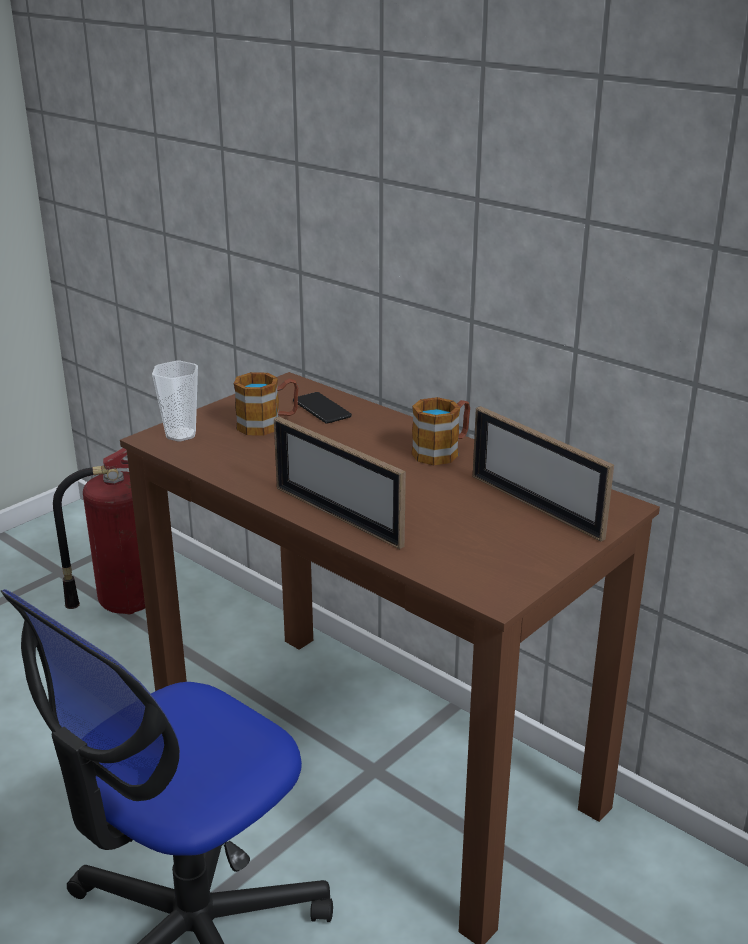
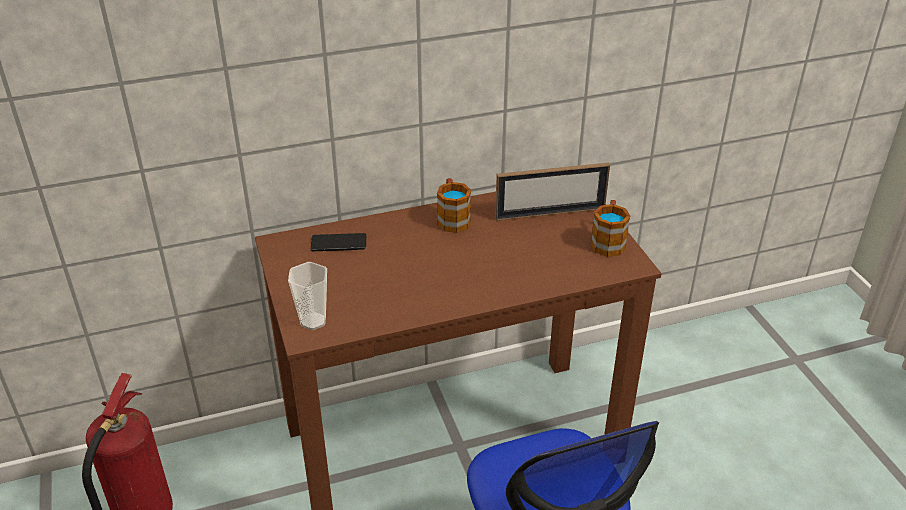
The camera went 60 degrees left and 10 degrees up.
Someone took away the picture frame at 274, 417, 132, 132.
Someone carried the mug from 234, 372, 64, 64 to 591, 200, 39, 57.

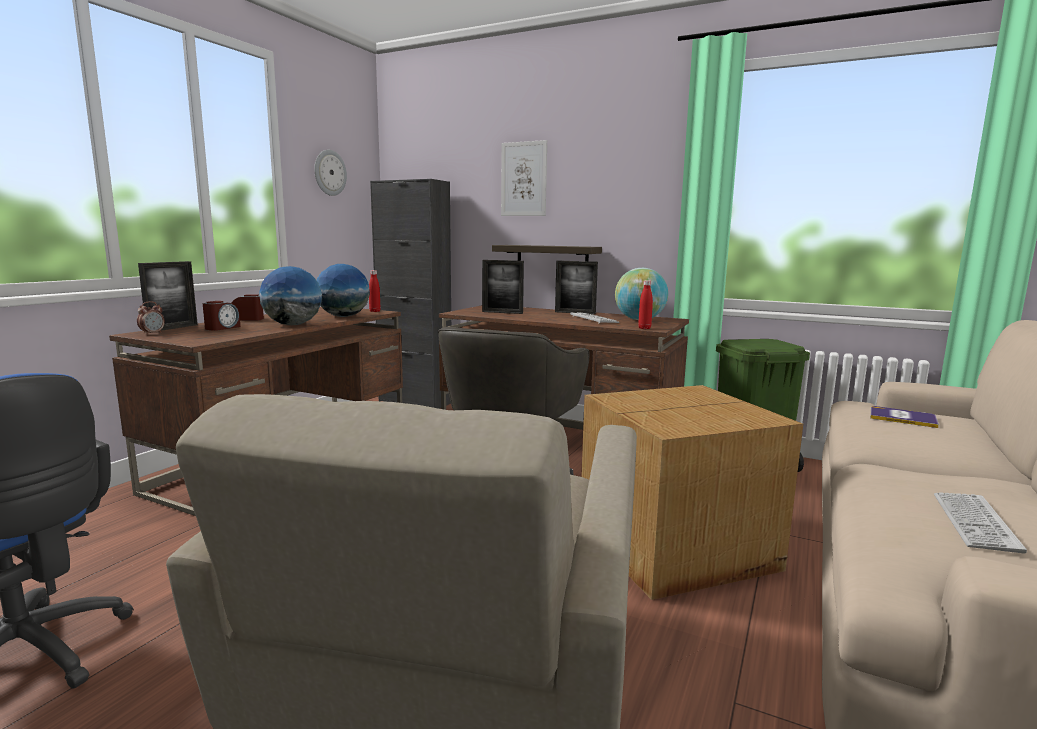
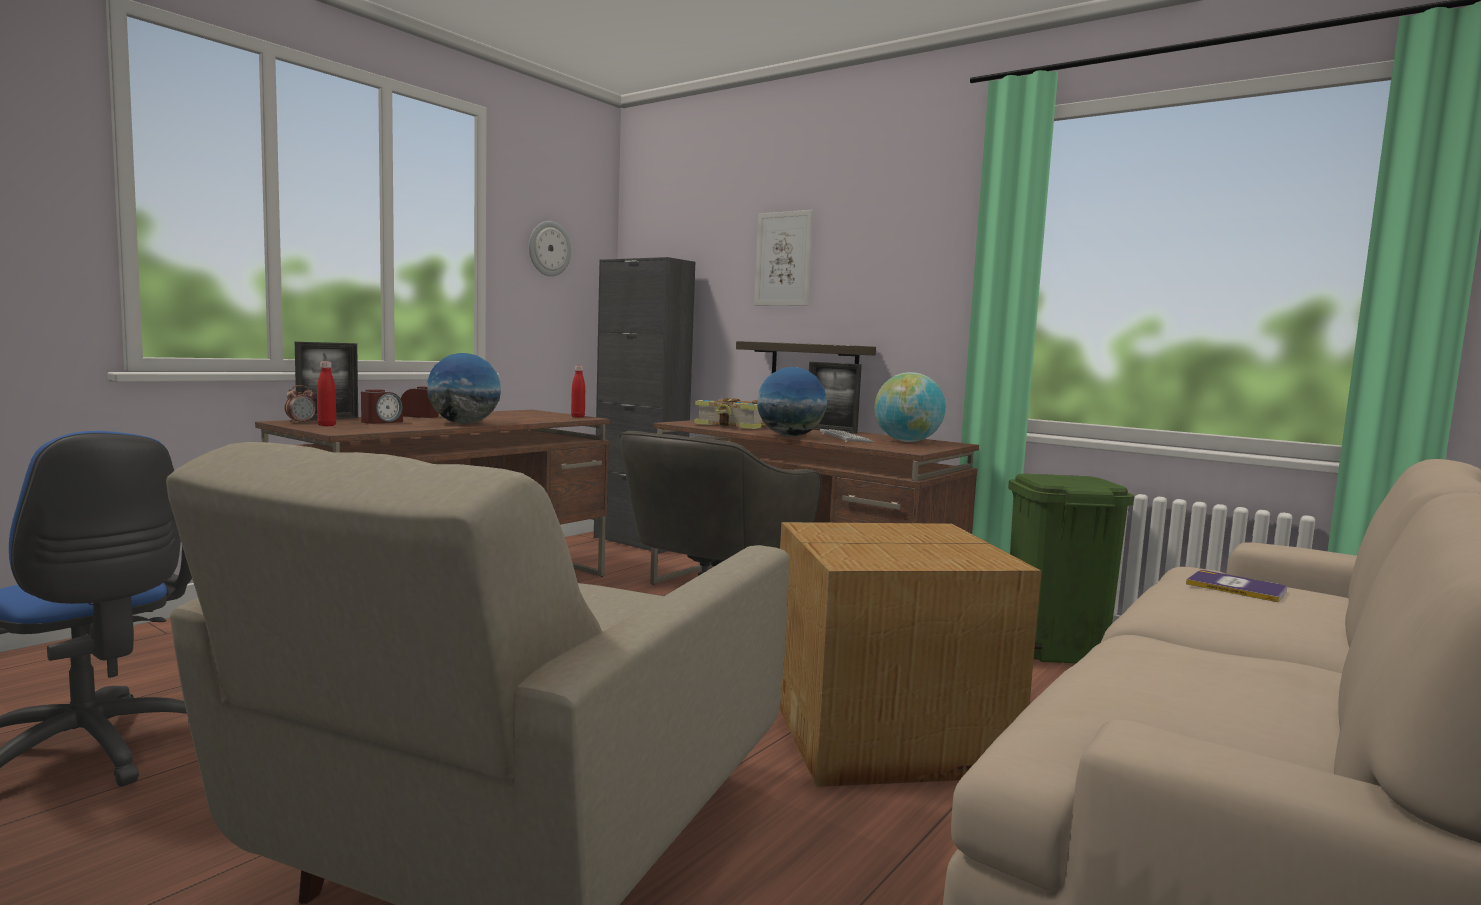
The camera went 10 degrees right and 5 degrees down.
Someone took away the keyboard at 934, 492, 93, 62.
Someone carried the globe from 317, 264, 53, 53 to 757, 367, 70, 70.
Someone carried the bottle (red) from 638, 280, 15, 49 to 317, 362, 19, 64.
Someone swapped the picture frame at 482, 260, 42, 54 for the book at 694, 398, 73, 31.

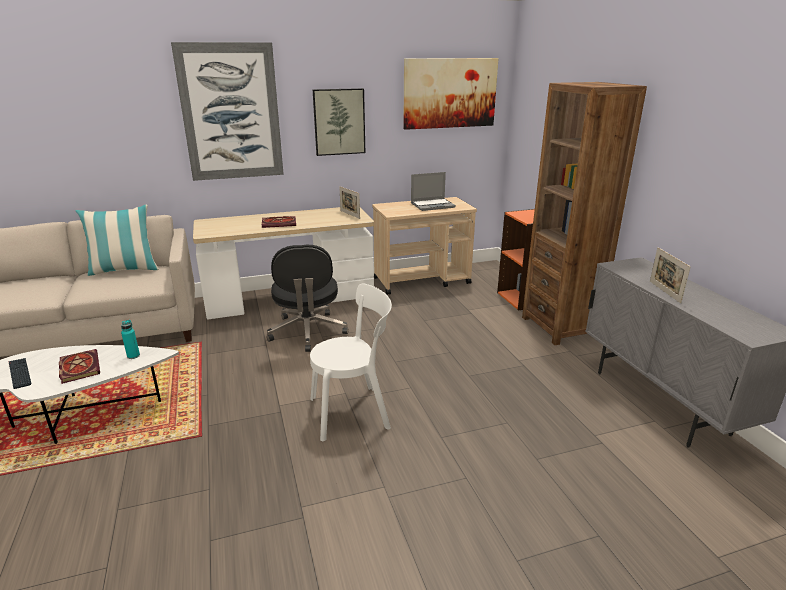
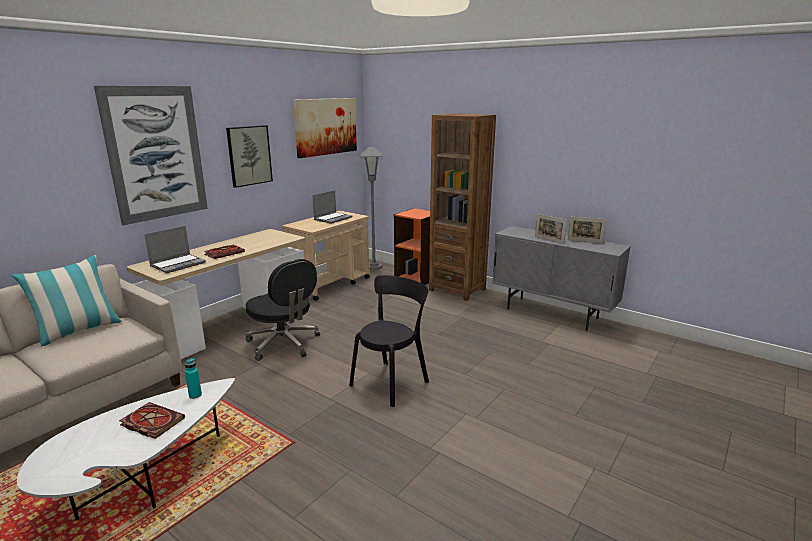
The camera went 35 degrees left and 5 degrees down.
Someone took away the keyboard at 9, 358, 22, 31.
Someone put down the laptop at 144, 226, 62, 47.
Someone put down the floor lamp (grey) at 360, 147, 23, 123.
Someone carried the picture frame from 339, 186, 21, 33 to 568, 217, 39, 26.
Someone repainted the chair (white) at 310, 284, 82, 157, which became the chair (black) at 349, 275, 80, 132.

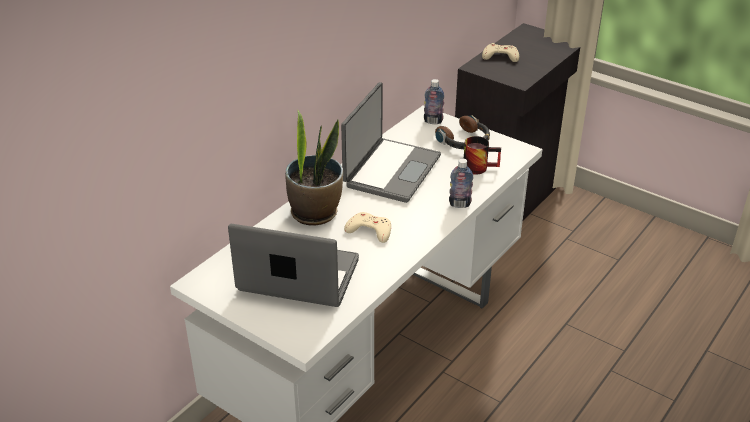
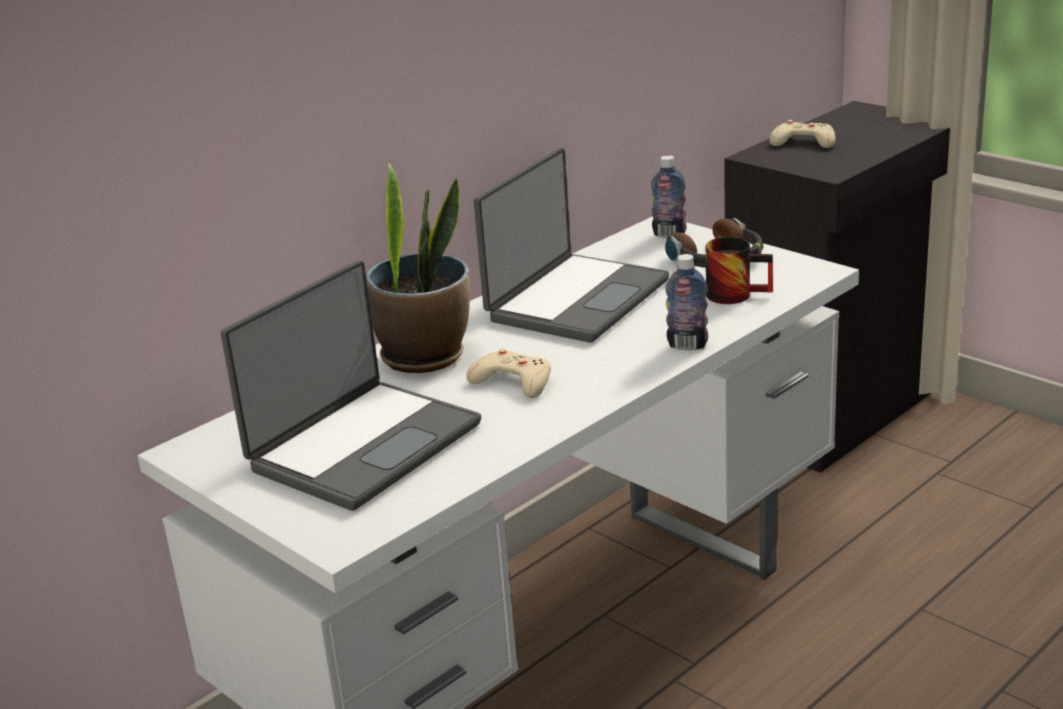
The camera went 10 degrees right and 10 degrees down.
Someone rotated the laptop at 228, 224, 131, 83 by 105 degrees clockwise.

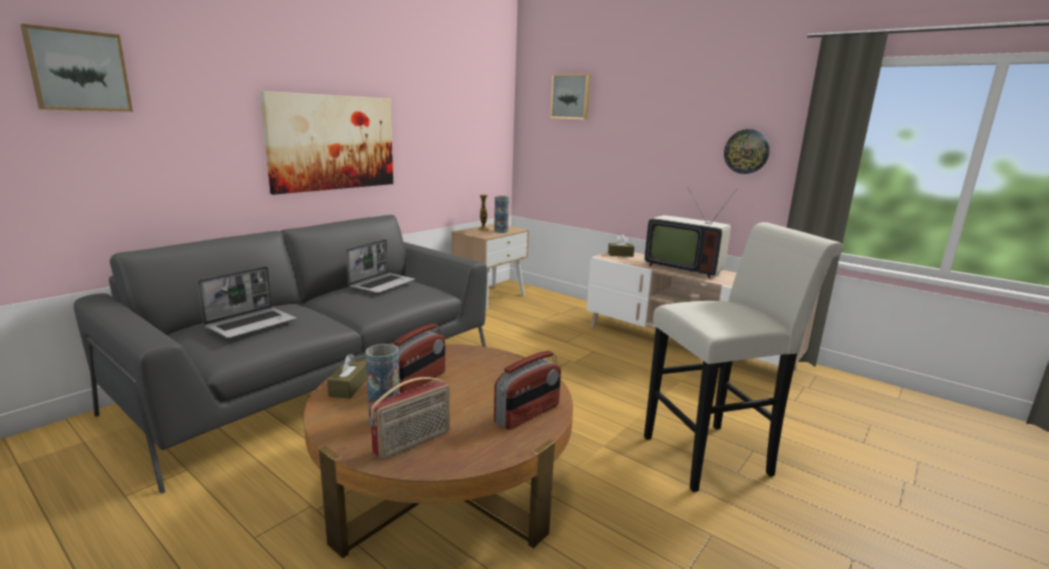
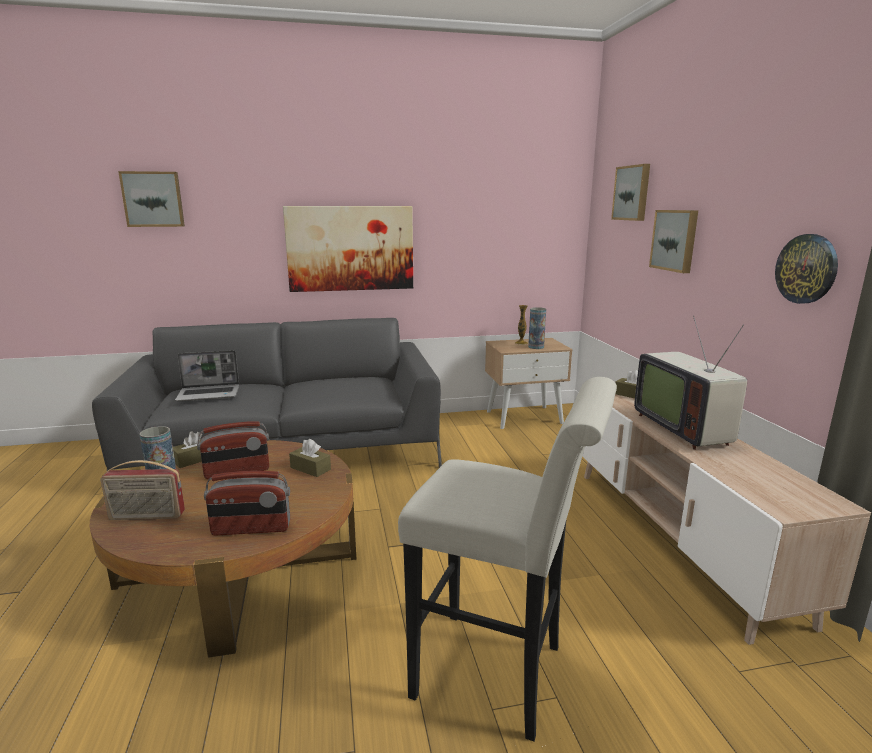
The camera went 40 degrees right and 0 degrees up.
Someone took away the laptop at 346, 239, 69, 55.
Someone put down the tissue box (brown) at 289, 439, 42, 38.
Someone put up the picture at 649, 210, 49, 63.

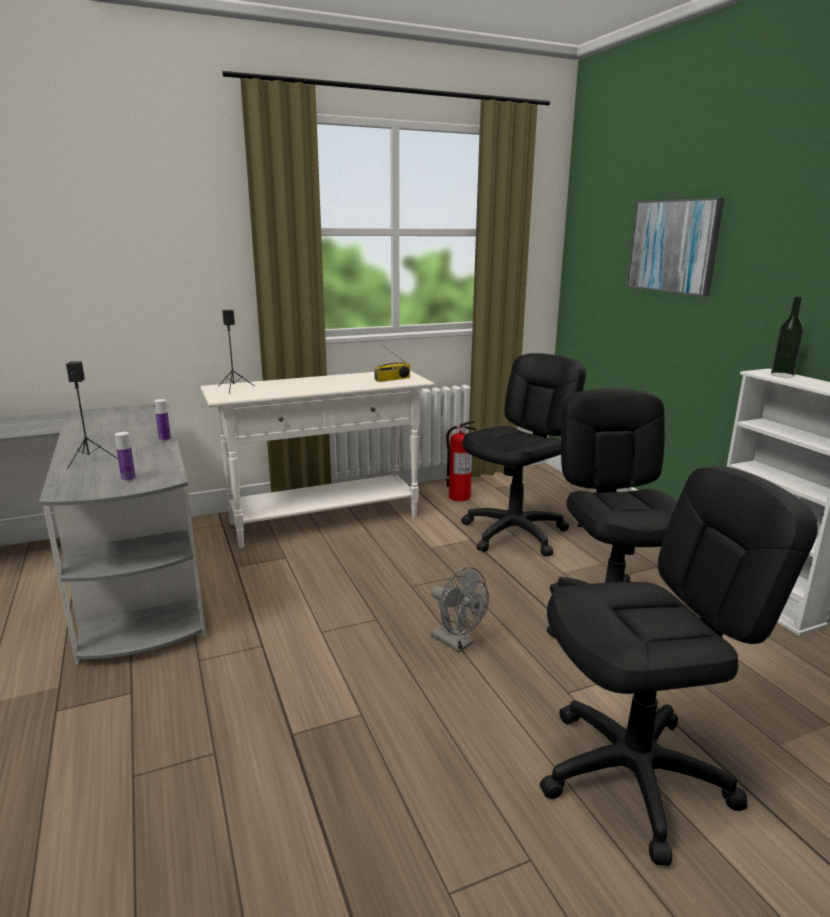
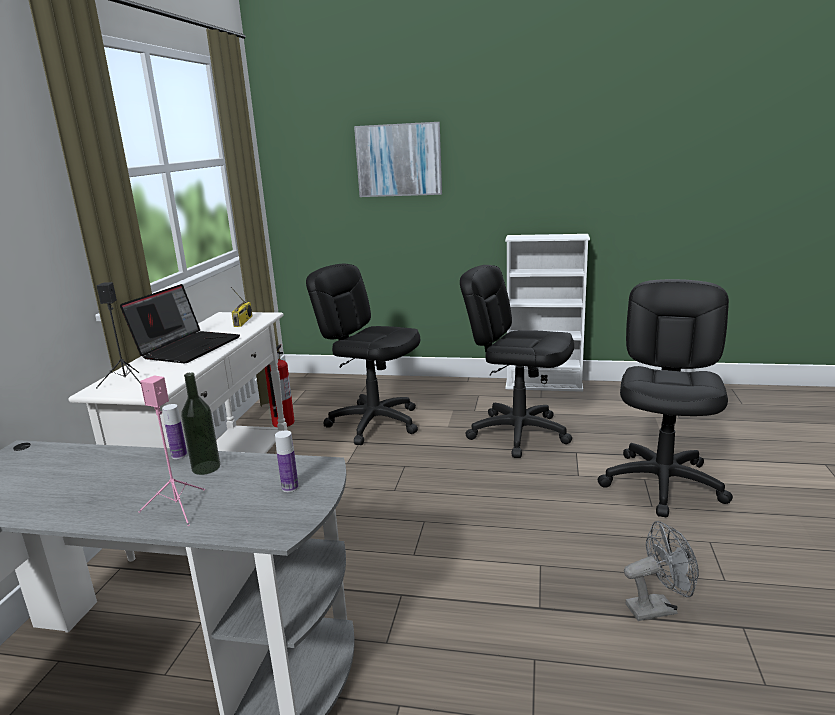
The camera went 55 degrees left and 0 degrees up.
Someone put down the laptop at 120, 284, 120, 79.
Someone carried the fan (grey) from 430, 567, 59, 85 to 624, 521, 75, 100.
Someone carried the bottle from 771, 296, 33, 81 to 181, 372, 39, 103.
Someone repainted the speaker (black) at 66, 362, 52, 107, which became the speaker (pink) at 139, 375, 66, 151.
Someone rotated the office chair (black) at 461, 353, 125, 203 by 45 degrees counterclockwise.

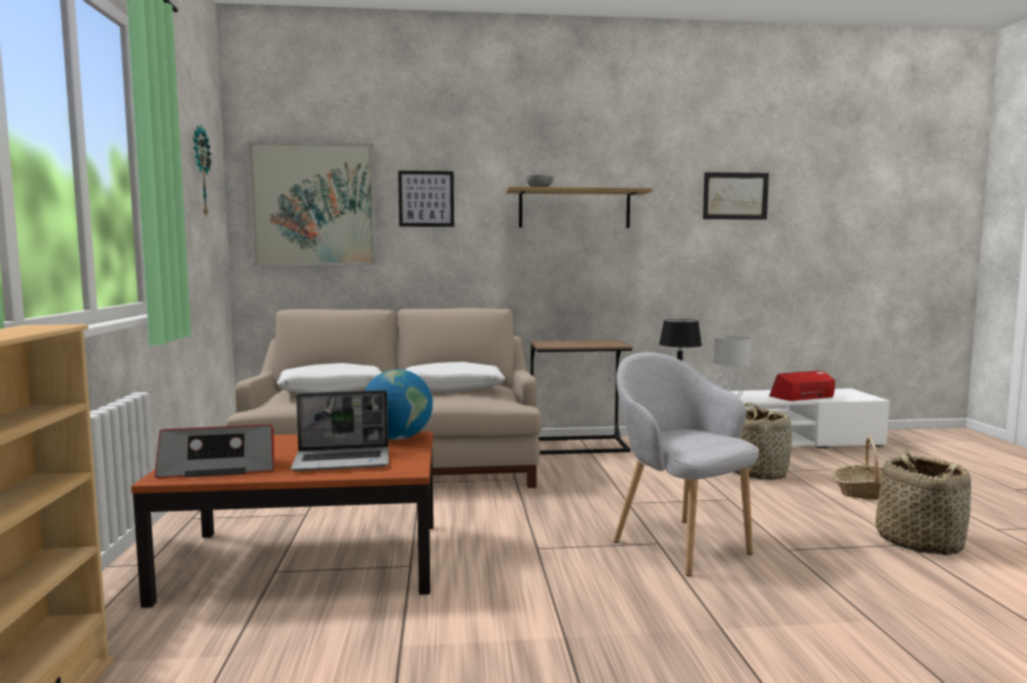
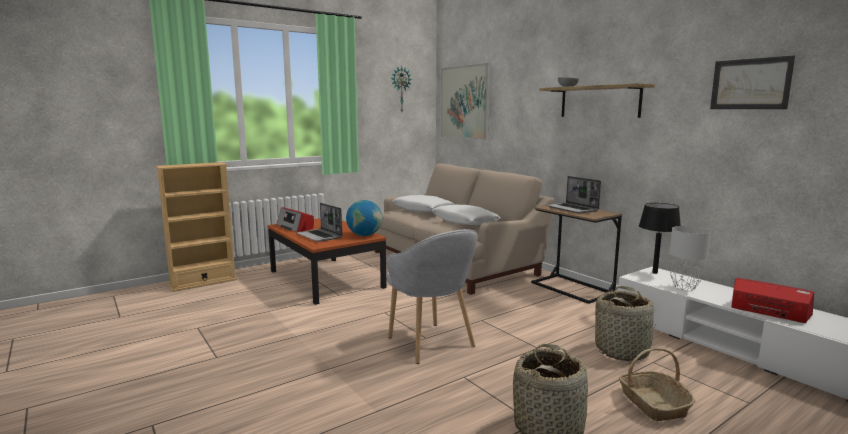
The camera went 60 degrees right and 5 degrees up.
Someone took away the picture at 398, 171, 56, 56.
Someone put down the laptop at 547, 176, 54, 38.
Someone rotated the armchair (grey) at 613, 352, 146, 225 by 120 degrees clockwise.

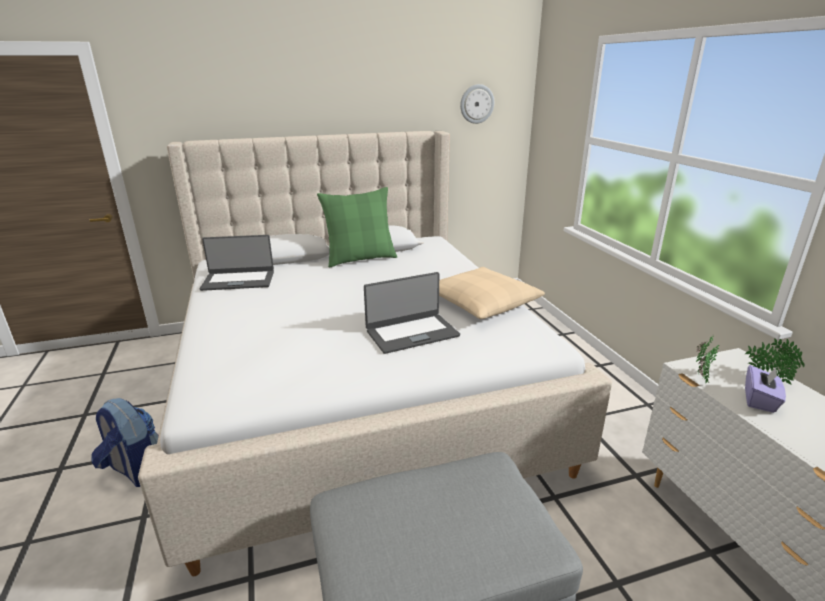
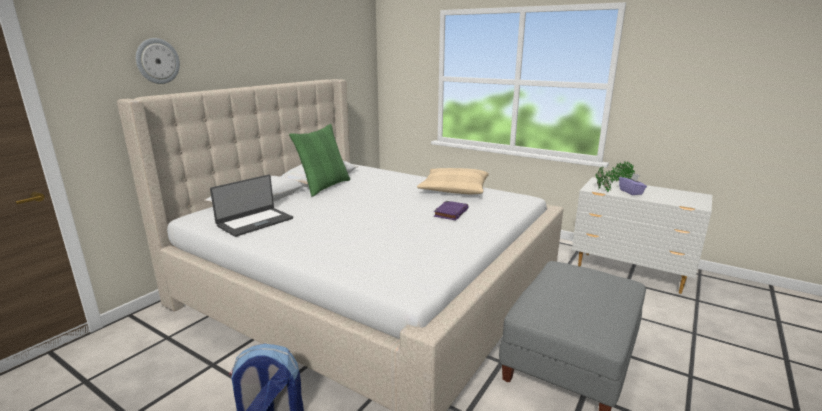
The camera went 40 degrees left and 5 degrees down.
Someone carried the wall clock from 460, 84, 34, 40 to 136, 38, 44, 46.
Someone swapped the laptop at 364, 272, 96, 82 for the book (purple) at 434, 201, 34, 19.

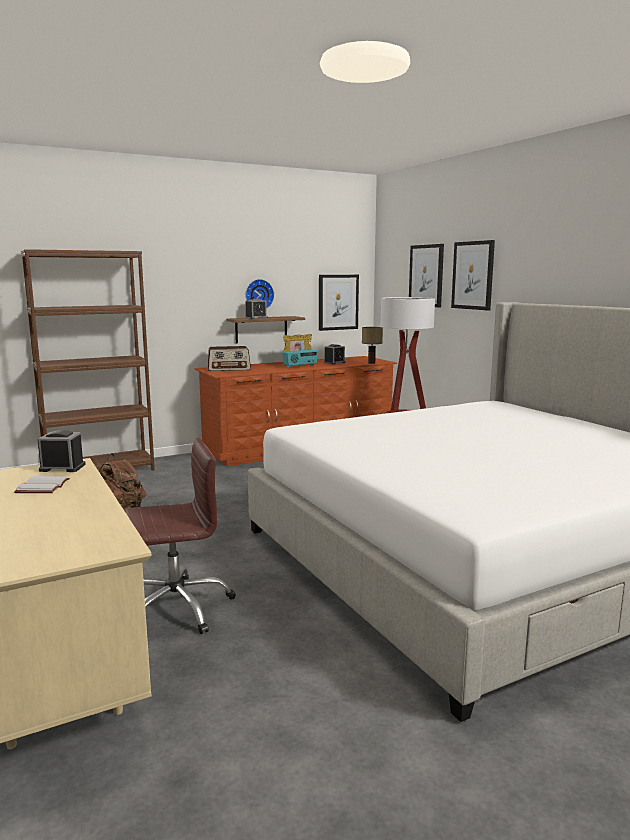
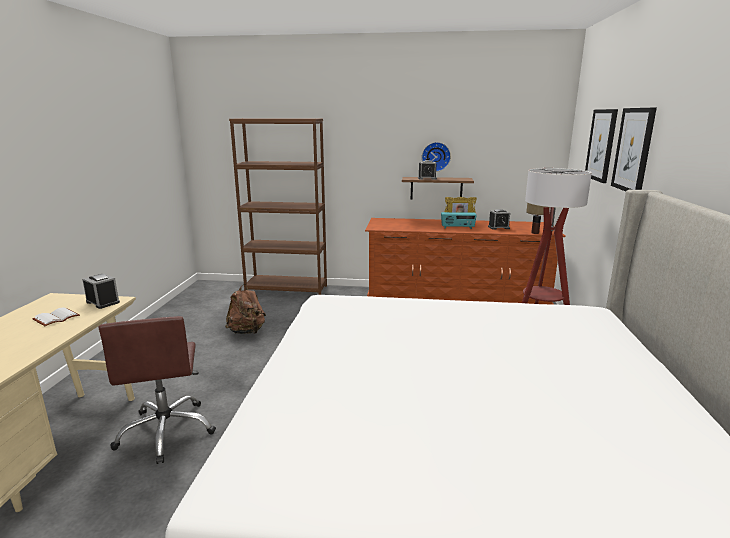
The camera went 35 degrees right and 5 degrees up.
Someone took away the radio at 208, 346, 43, 25.
Someone took away the picture at 319, 275, 40, 56.
Someone rotated the office chair (brown) at 124, 437, 112, 197 by 60 degrees clockwise.

